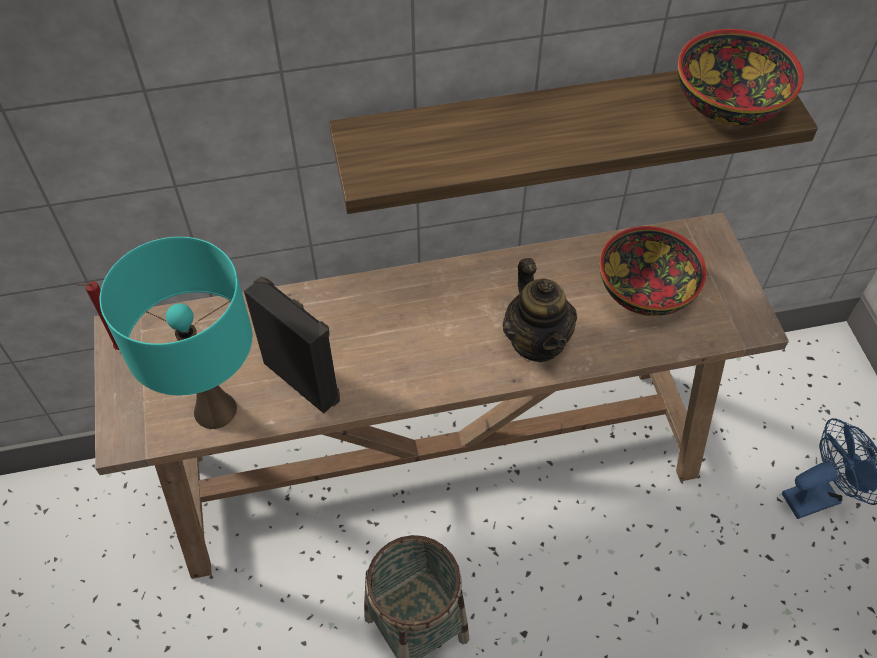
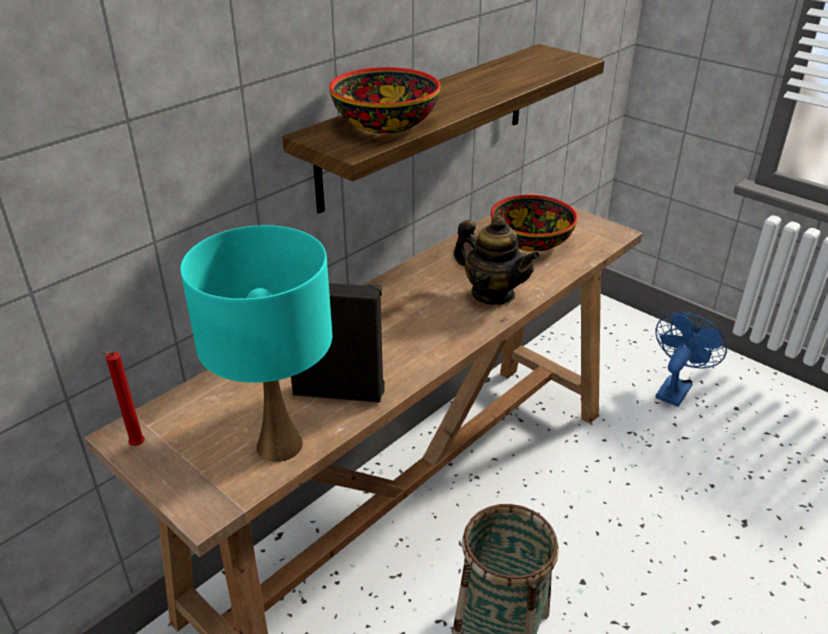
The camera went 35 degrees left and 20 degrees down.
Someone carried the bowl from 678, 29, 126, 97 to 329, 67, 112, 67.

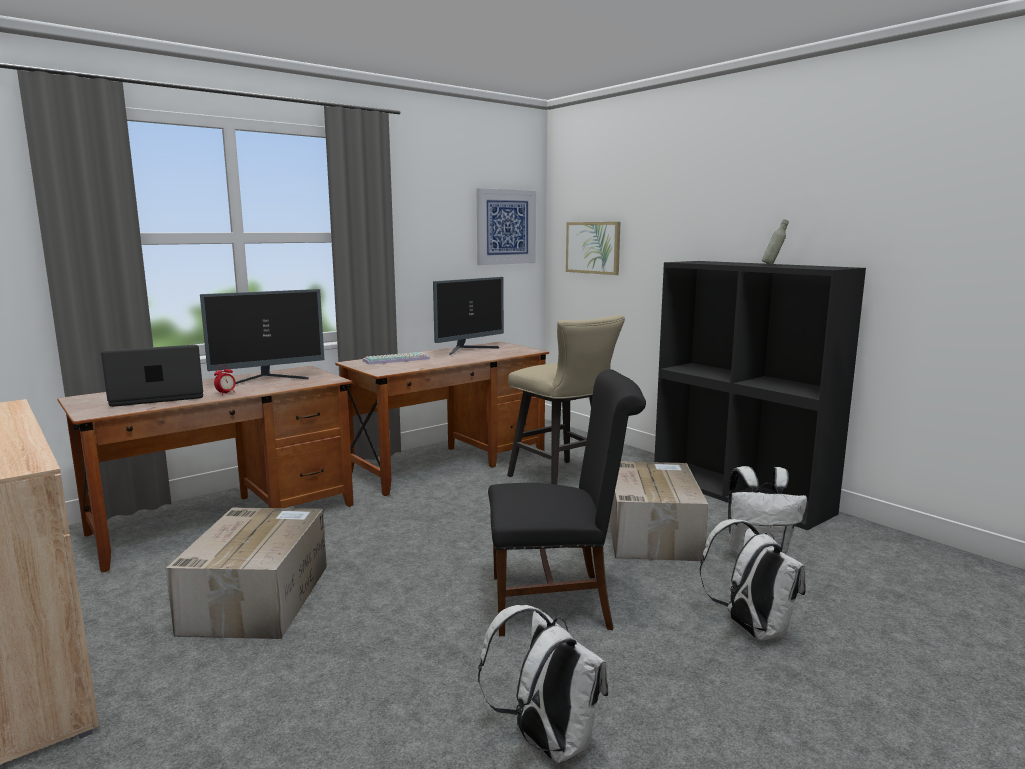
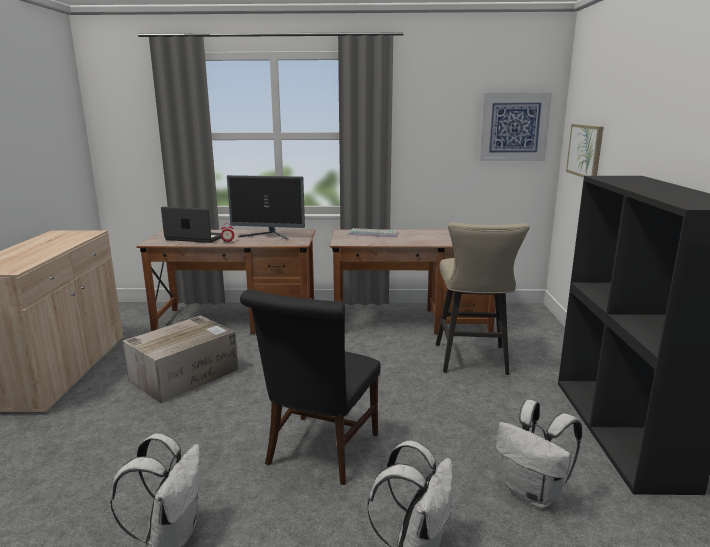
The camera went 40 degrees right and 5 degrees up.
Someone took away the monitor at 433, 277, 71, 78.
Someone took away the cardboard box at 609, 462, 99, 99.
Someone took away the bottle (grey) at 762, 219, 27, 46.
Someone rotated the chair (black) at 488, 369, 158, 267 by 75 degrees clockwise.

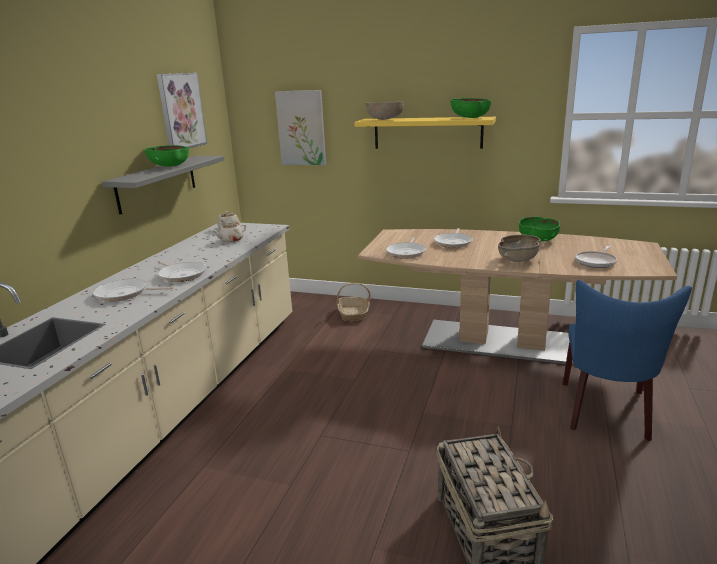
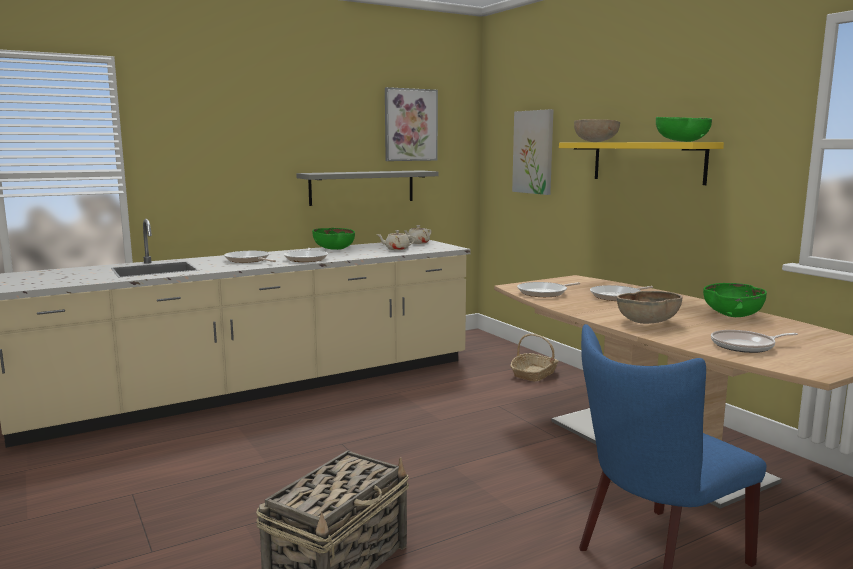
The camera went 40 degrees right and 10 degrees down.
Someone carried the bowl (green) from 145, 145, 44, 22 to 312, 228, 43, 22.

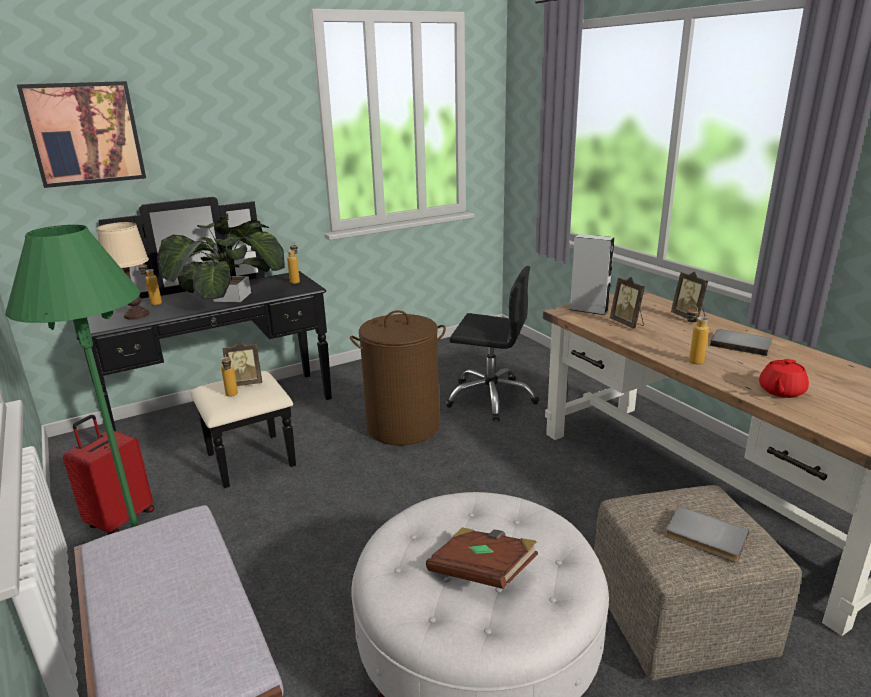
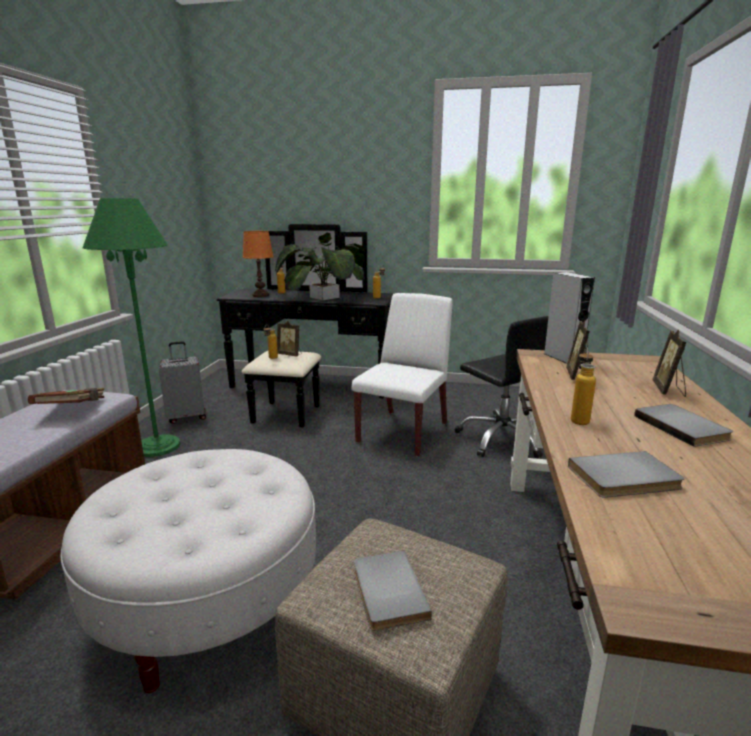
The camera went 40 degrees right and 5 degrees down.
Someone took away the picture at 17, 81, 129, 107.
Someone carried the book (brown) from 426, 527, 112, 62 to 28, 388, 77, 16.
Someone swapped the laundry basket (brown) at 350, 310, 96, 136 for the chair (white) at 352, 293, 101, 164.
Someone swapped the teapot (red) at 759, 359, 50, 39 for the book (grey) at 568, 451, 116, 47.
Someone repainted the suitcase (red) at 63, 415, 91, 120, which became the suitcase (grey) at 159, 341, 47, 83.
Someone repainted the table lamp (beige) at 96, 222, 53, 98, which became the table lamp (orange) at 242, 231, 32, 66.

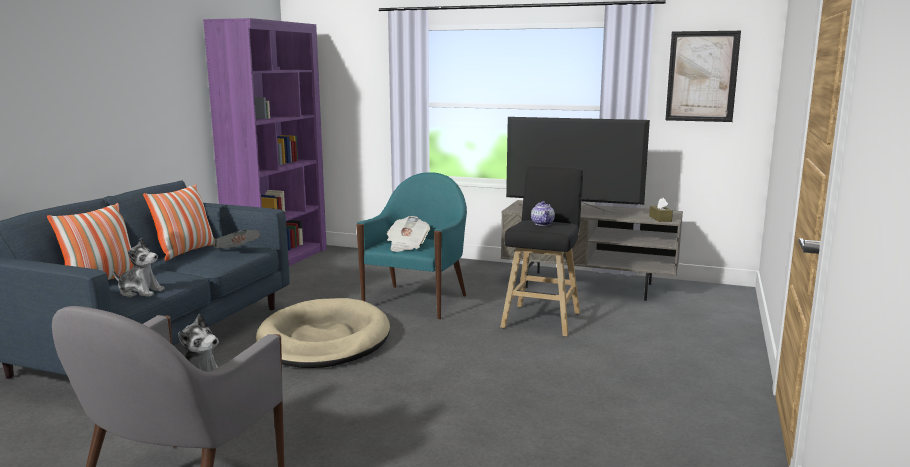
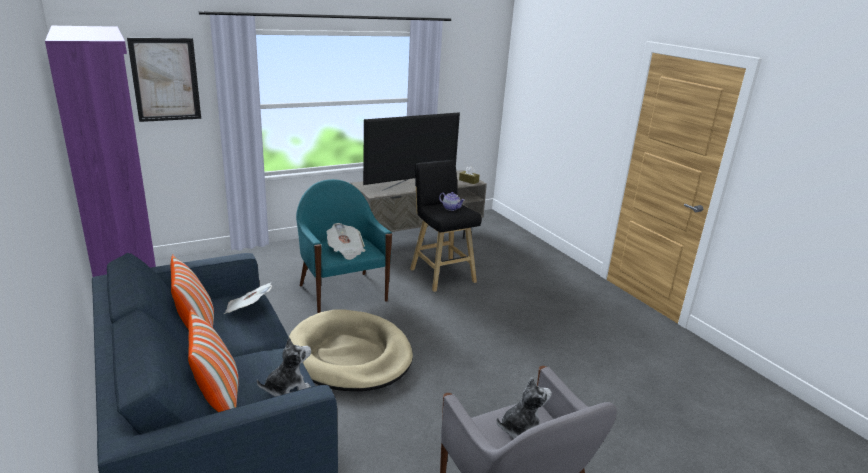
The camera went 50 degrees left and 10 degrees up.
Someone carried the picture from 666, 31, 75, 91 to 127, 38, 74, 84.

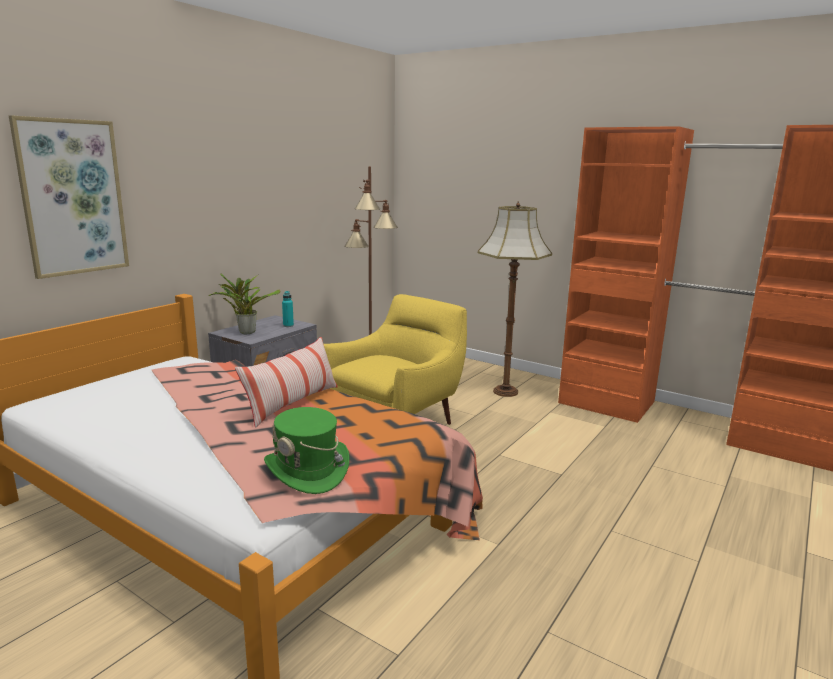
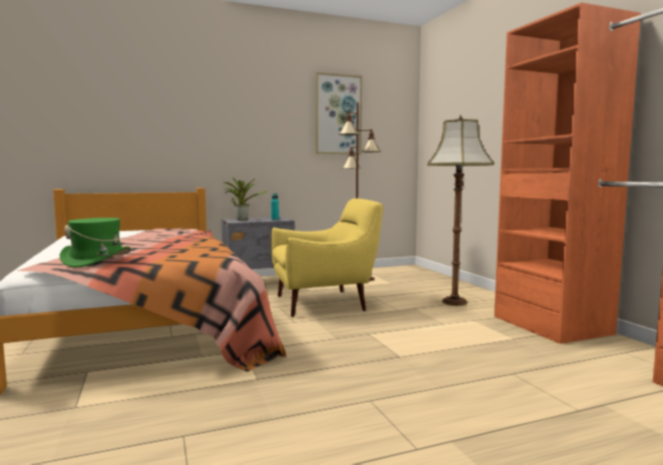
The camera went 35 degrees right and 10 degrees down.
Someone took away the pillow at 235, 337, 103, 91.
Someone carried the picture from 9, 115, 120, 164 to 315, 72, 47, 82.

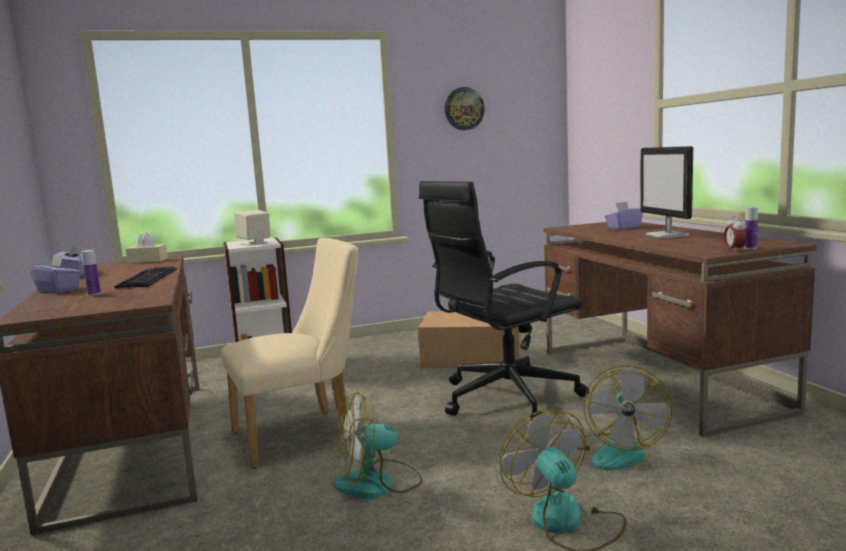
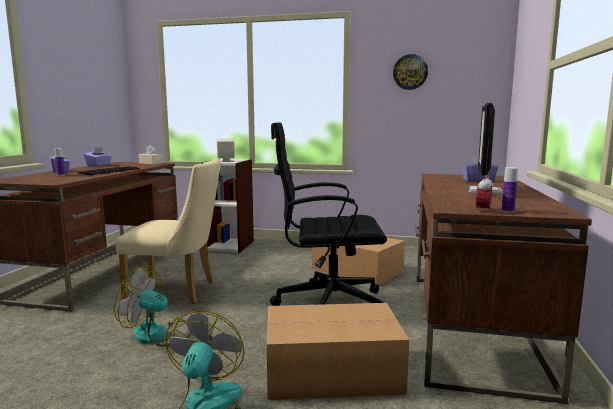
The camera went 30 degrees right and 0 degrees up.
Someone swapped the fan at 577, 365, 95, 105 for the cardboard box at 267, 303, 142, 97.

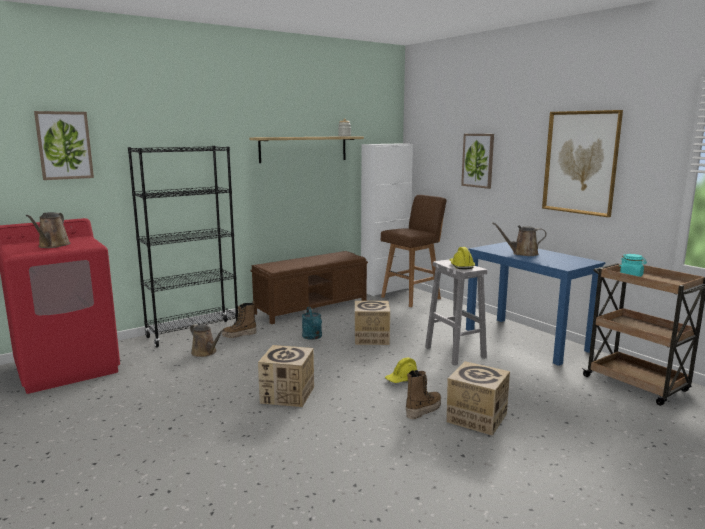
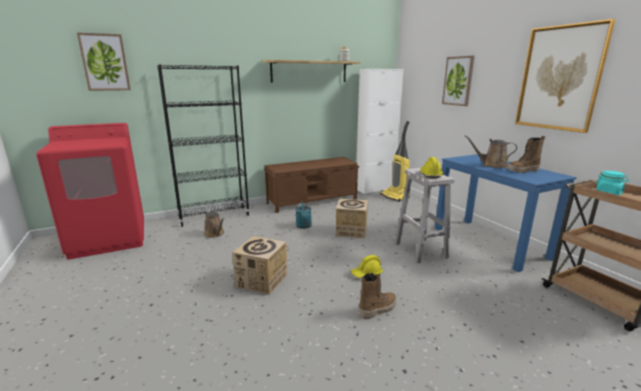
The camera went 10 degrees right and 5 degrees up.
Someone took away the watering can (brown) at 26, 212, 45, 36.
Someone took away the cardboard box at 447, 361, 63, 75.
Someone carried the boot from 222, 301, 34, 37 to 507, 136, 38, 37.
Someone swapped the stool (brown) at 381, 195, 66, 112 for the vacuum cleaner at 380, 121, 30, 81.

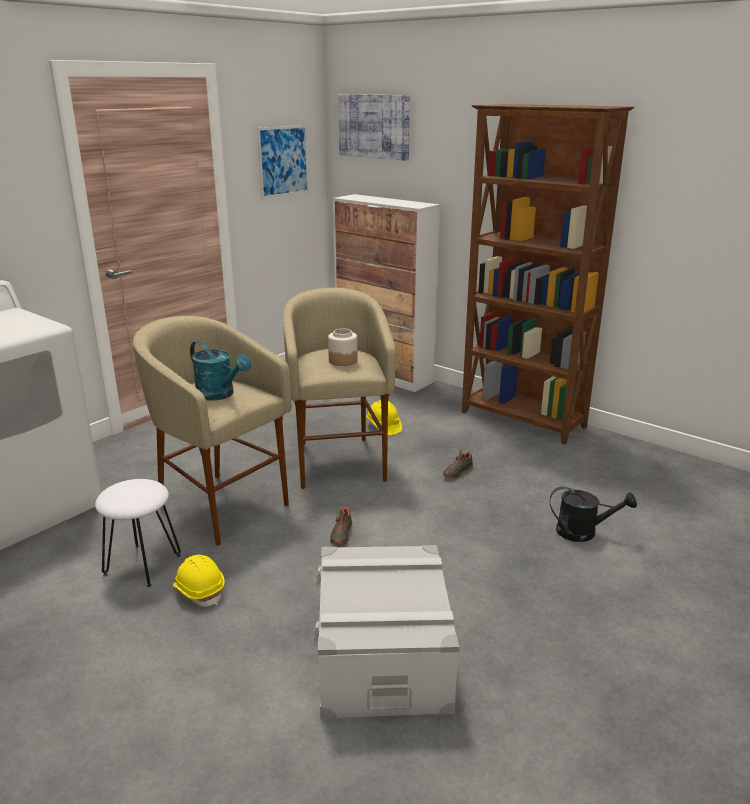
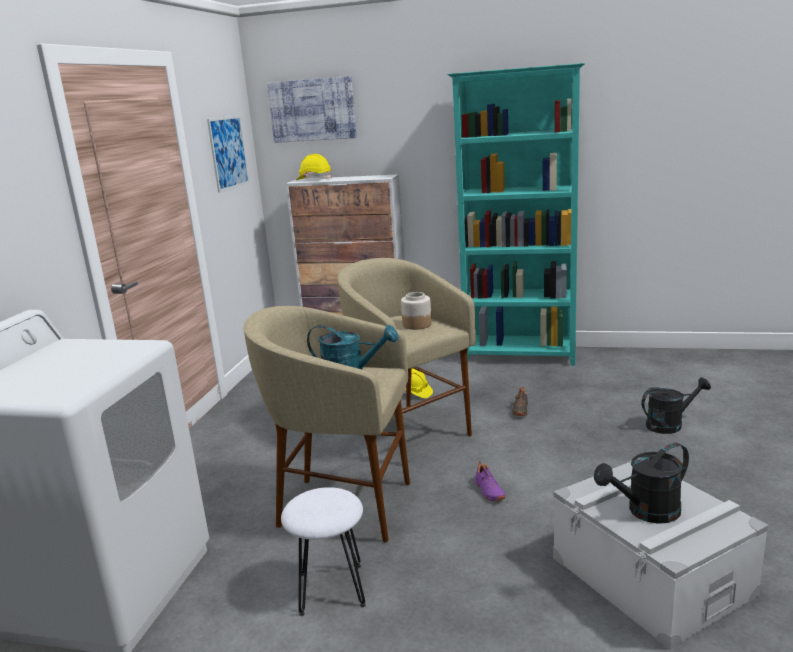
The camera went 25 degrees left and 5 degrees down.
Someone put down the watering can (black) at 594, 443, 95, 81.
Someone carried the hard hat (yellow) from 173, 555, 51, 52 to 296, 154, 36, 26.
Someone repainted the shoe (black) at 330, 505, 22, 40, which became the shoe (purple) at 475, 461, 30, 40.
Someone repainted the bookcase (brown) at 462, 104, 172, 341, which became the bookcase (turquoise) at 447, 63, 138, 303.

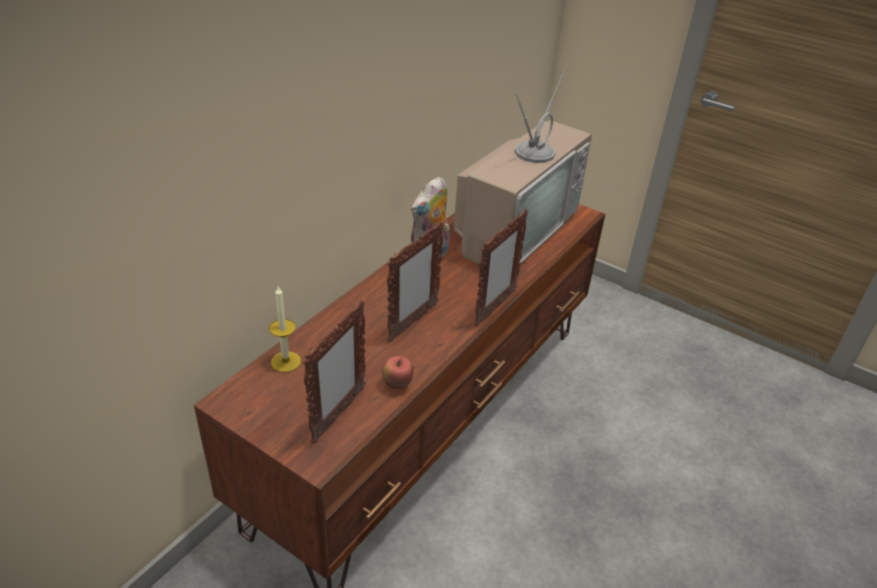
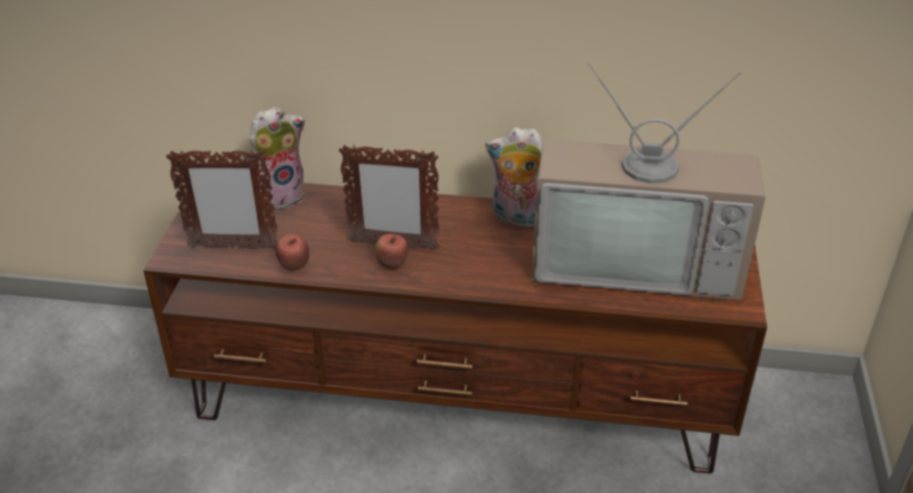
The camera went 65 degrees right and 0 degrees up.
Someone took away the picture frame at 474, 209, 54, 117.
Someone put down the apple at 375, 233, 33, 36.
Someone swapped the candle at 269, 287, 32, 85 for the plush toy at 249, 107, 56, 103.

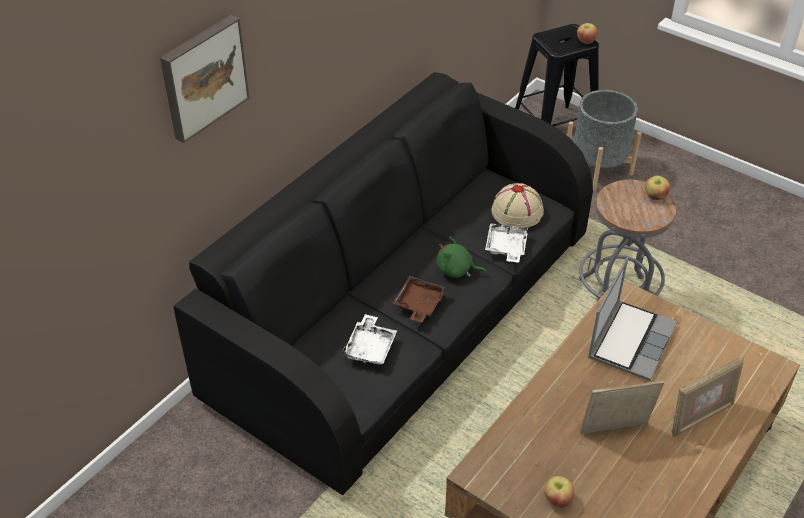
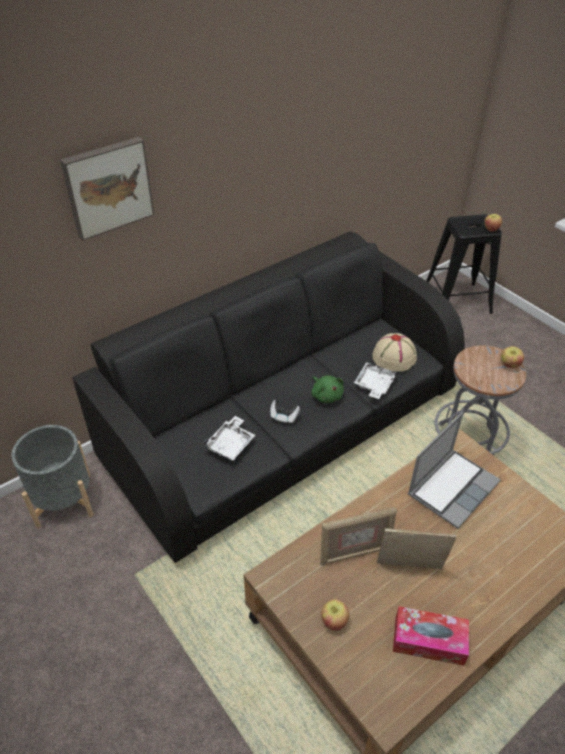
The camera went 15 degrees right and 0 degrees up.
Someone put down the tissue box at 393, 606, 76, 60.
Someone carried the planter (grey) from 567, 90, 75, 101 to 11, 425, 83, 104.
Someone carried the picture frame from 671, 357, 73, 80 to 320, 507, 77, 58.
Someone swapped the tray (brown) at 393, 276, 54, 47 for the game controller at 270, 400, 30, 24.
Someone rotated the plush toy (green) at 436, 237, 51, 41 by 150 degrees counterclockwise.

